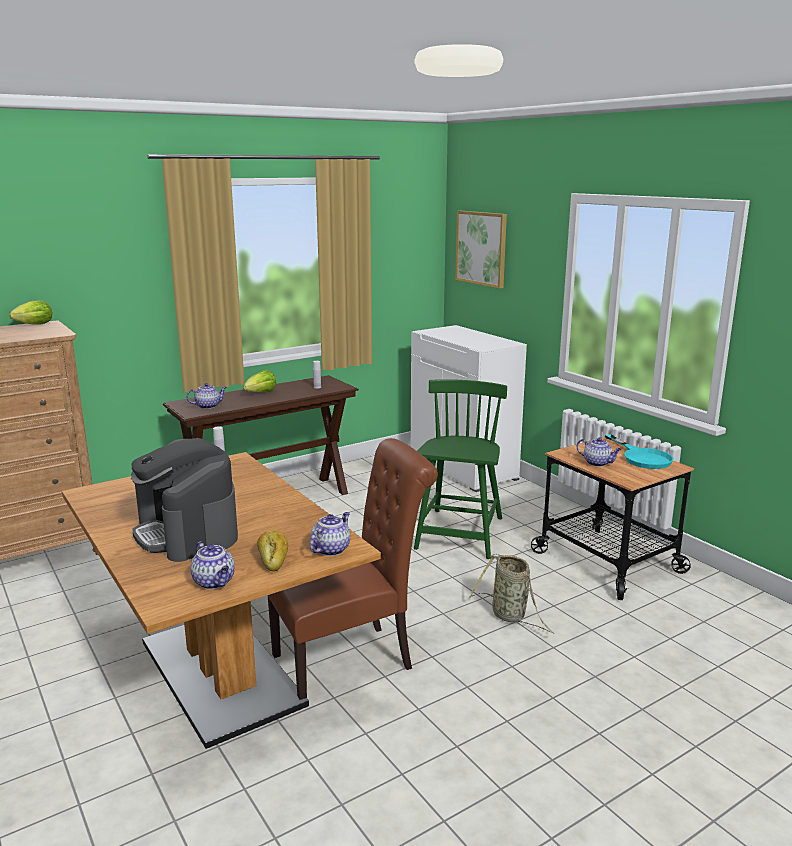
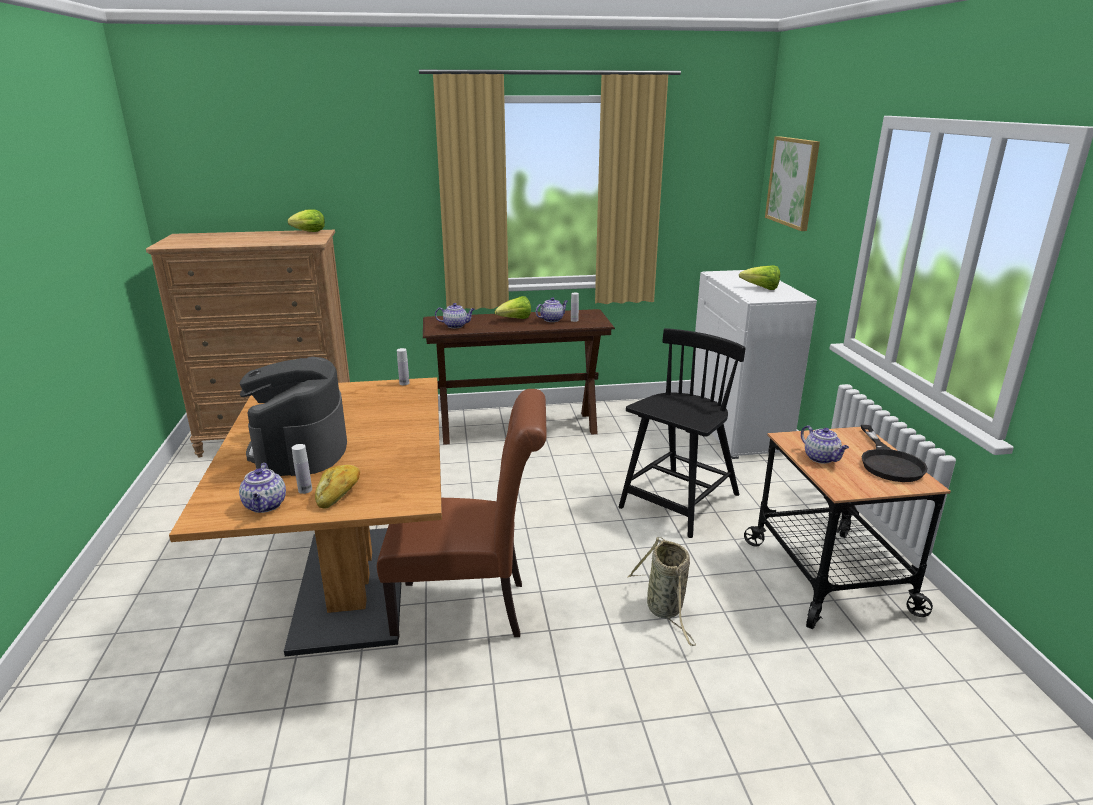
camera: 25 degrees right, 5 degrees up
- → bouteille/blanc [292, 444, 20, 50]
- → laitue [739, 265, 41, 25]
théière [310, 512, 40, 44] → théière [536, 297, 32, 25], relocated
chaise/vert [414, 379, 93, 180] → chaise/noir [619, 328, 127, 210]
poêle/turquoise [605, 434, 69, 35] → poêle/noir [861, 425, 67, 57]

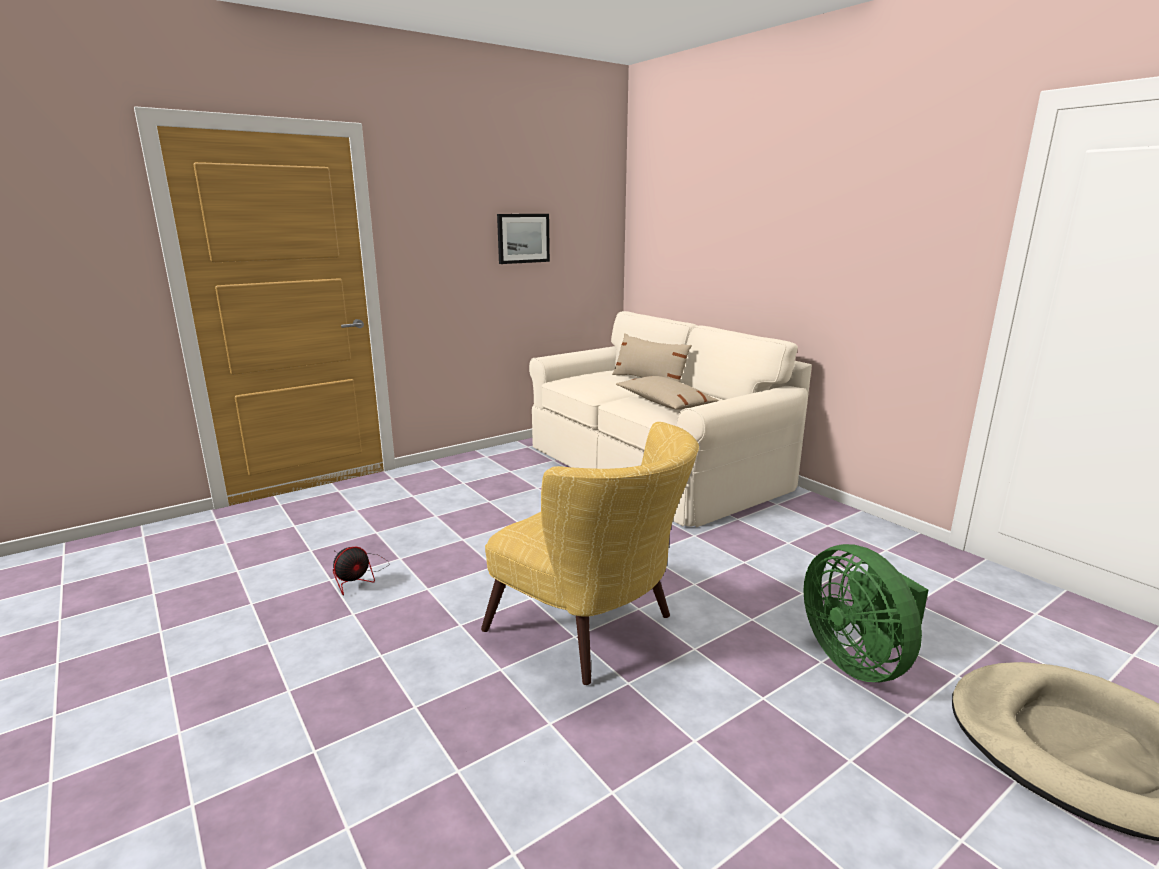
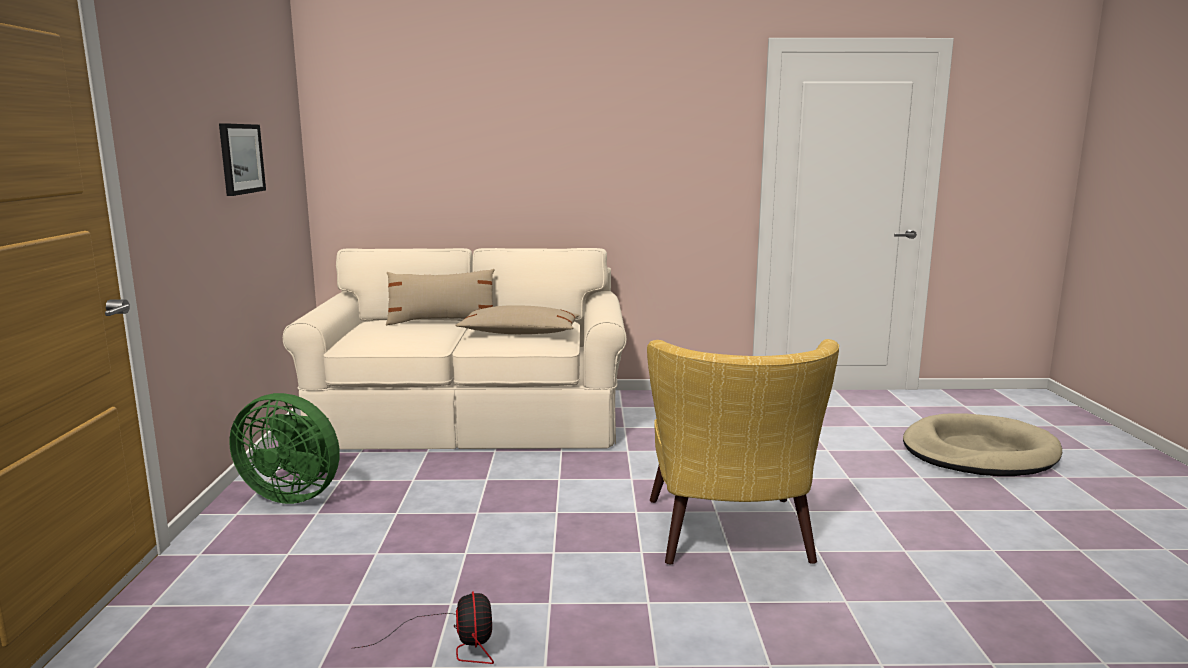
camera: 55 degrees left, 5 degrees down
ventilateur/vert [803, 544, 125, 138] → ventilateur/vert [229, 393, 111, 111], relocated
fauteuil/jaune [481, 422, 218, 263] → fauteuil/jaune [647, 339, 192, 226], 105 degrees clockwise

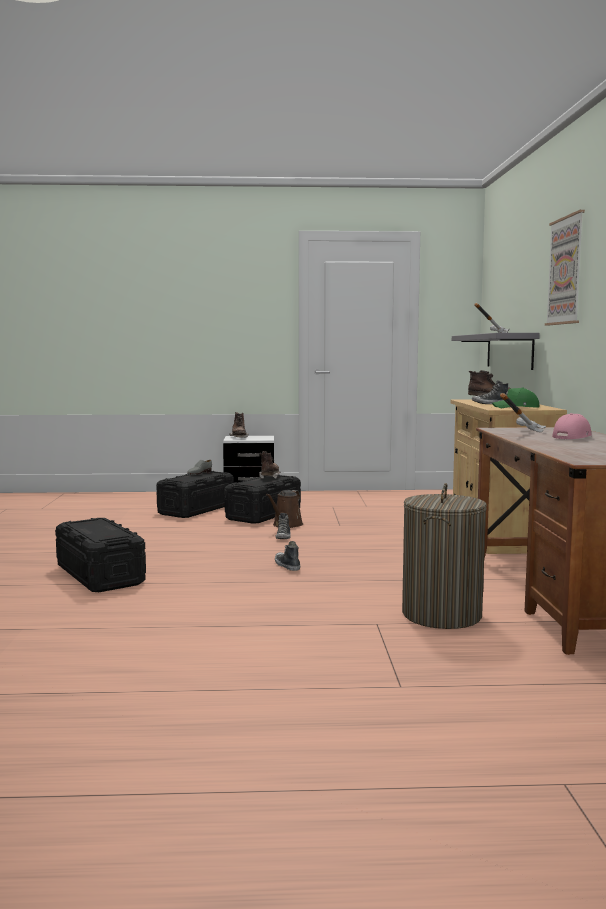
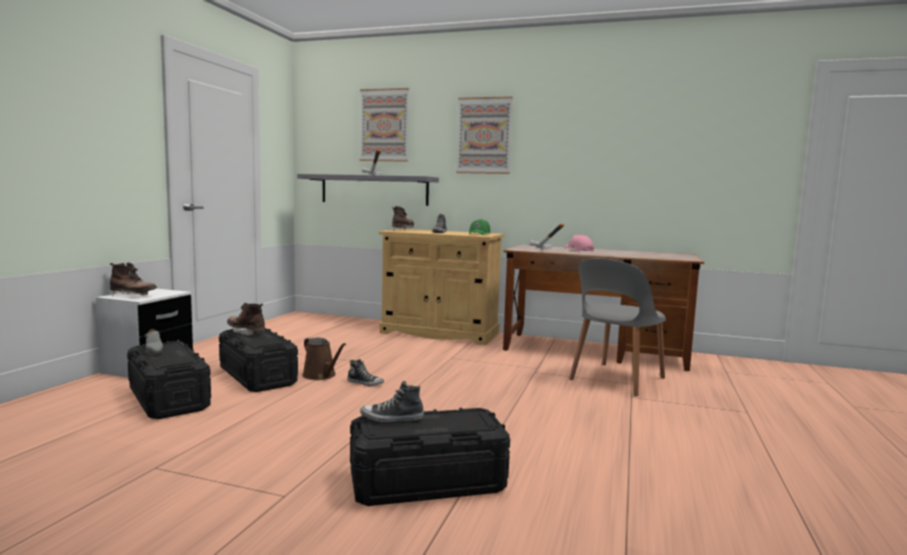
camera: 70 degrees left, 0 degrees up
- → tableau [359, 88, 51, 74]
chaussure [275, 541, 25, 30] → chaussure [360, 381, 64, 41], relocated
panier à linge [402, 483, 85, 146] → chaise/gris [569, 258, 97, 138]

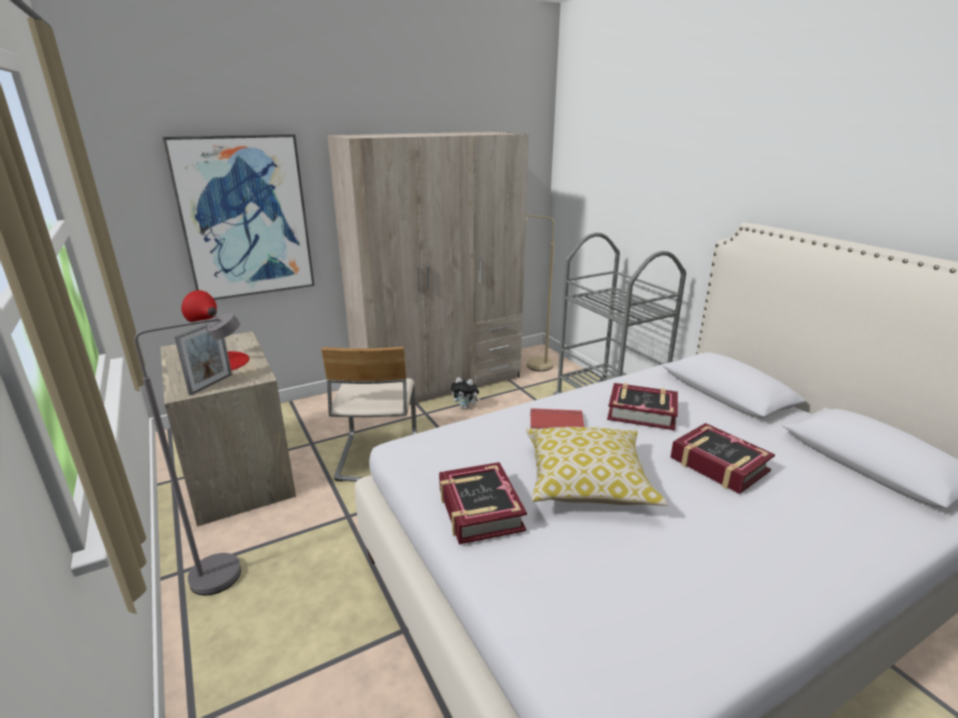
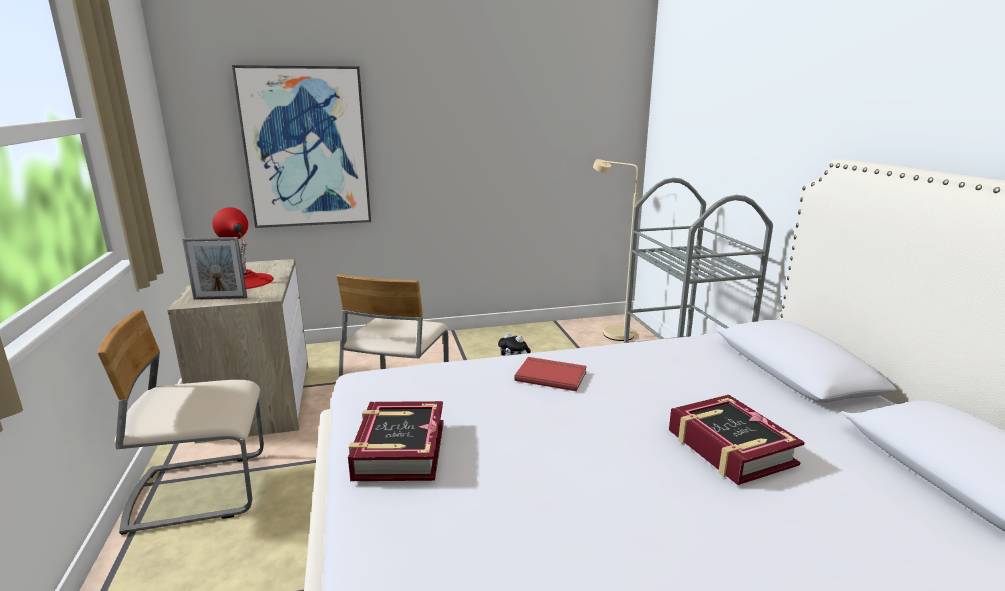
camera: 15 degrees right, 5 degrees down
armoire/beige [327, 131, 202, 274] → -
coussin [526, 427, 142, 79] → -
livre [607, 383, 71, 47] → -
lampadaire/gris [134, 313, 107, 282] → chaise/beige [97, 310, 167, 225]
cadre photo [174, 322, 58, 74] → cadre photo [182, 237, 65, 63], 45 degrees clockwise

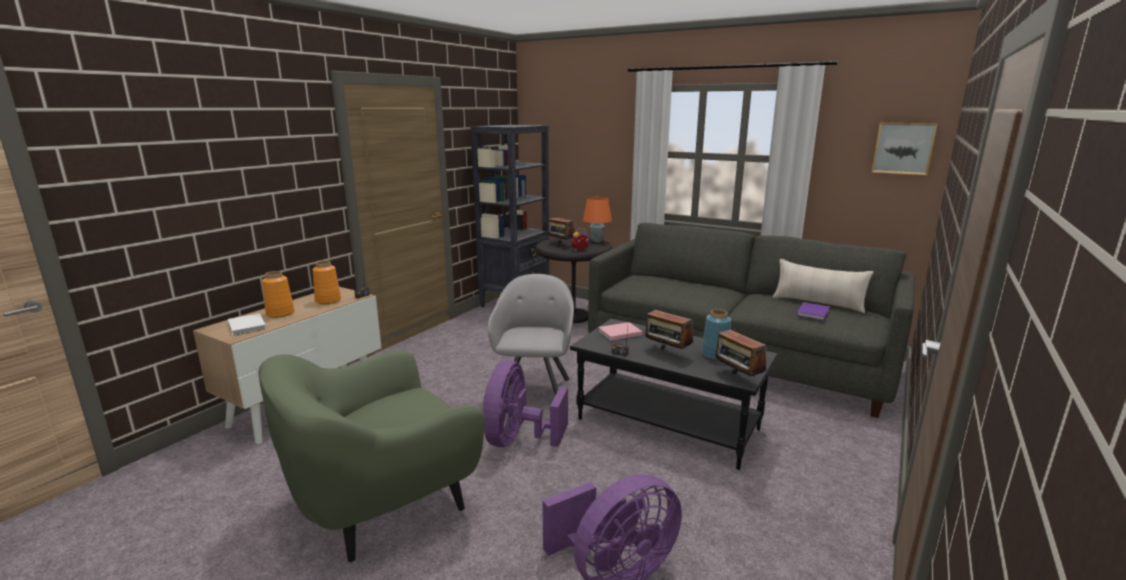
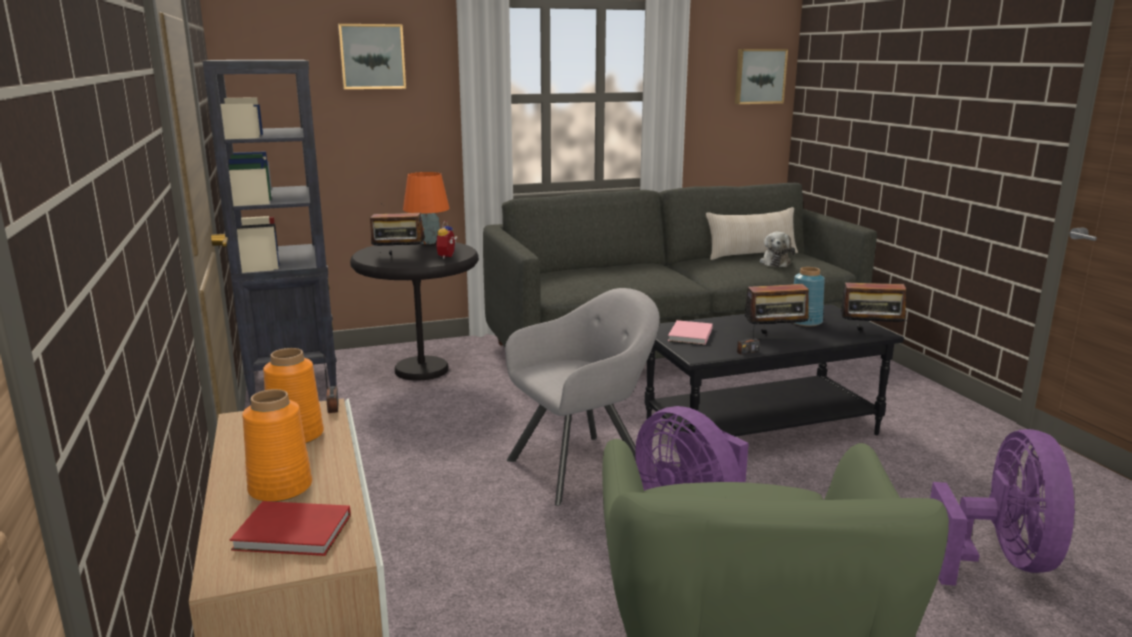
camera: 50 degrees left, 0 degrees up
- → tableau [338, 24, 68, 65]
livre/violet [796, 302, 34, 19] → peluche [759, 231, 36, 36]
livre/blanc [228, 313, 38, 22] → livre/rouge [230, 501, 121, 55]
fauteuil/gris [488, 274, 86, 135] → fauteuil/gris [505, 288, 155, 218], 105 degrees clockwise

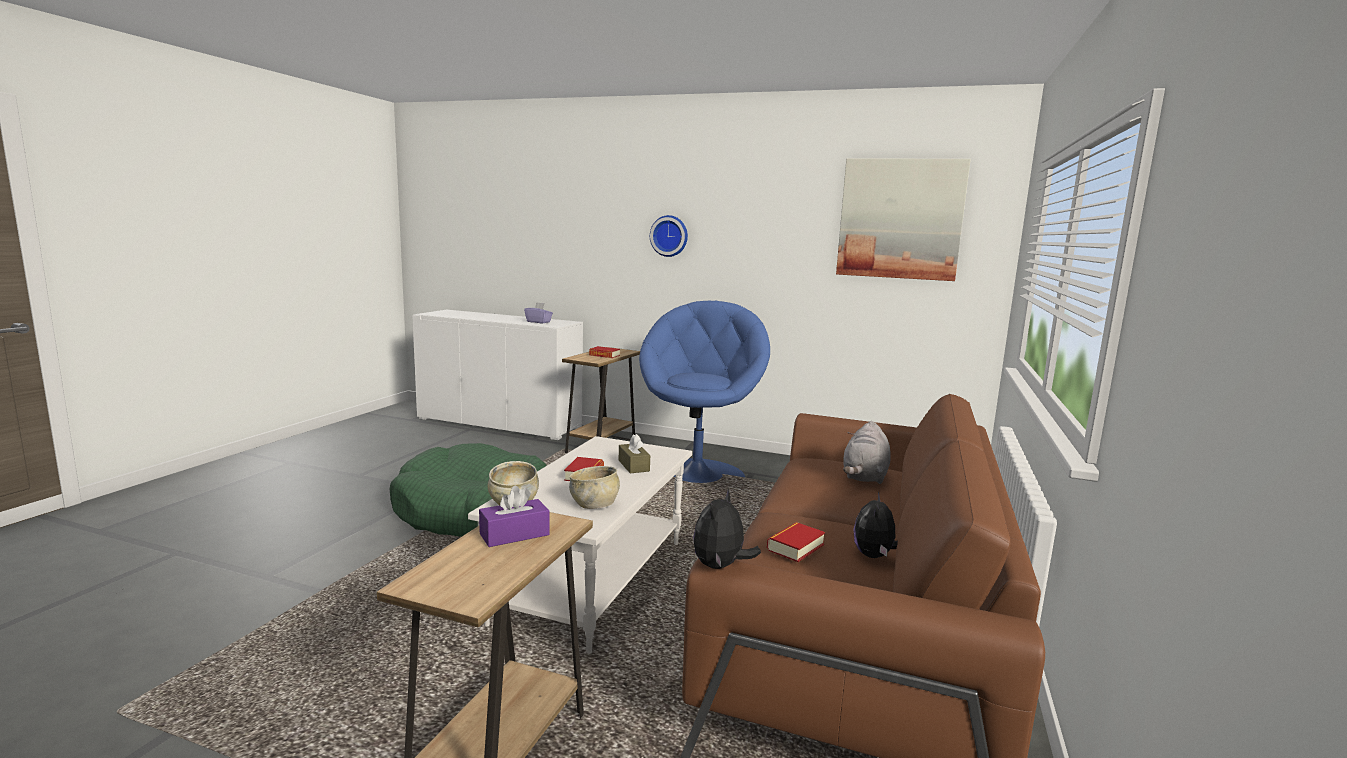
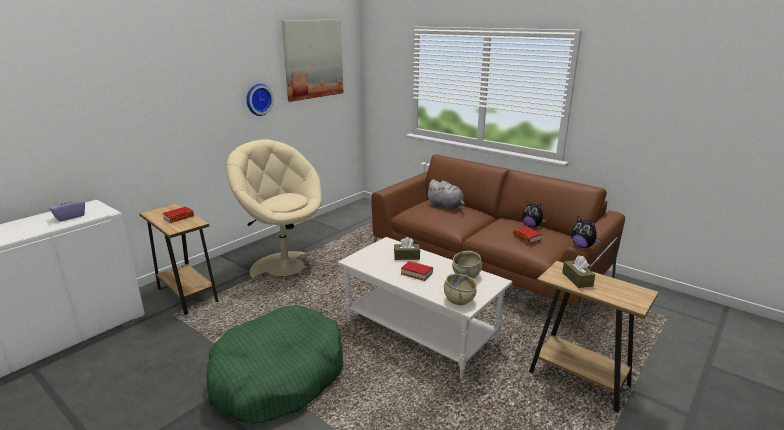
camera: 70 degrees left, 10 degrees up
horloge murale [650, 215, 38, 42] → horloge murale [247, 84, 27, 32], relocated
boîte à mouchoirs/violet [479, 486, 70, 61] → boîte à mouchoirs/marron [562, 255, 33, 33]
fauteuil/bleu [639, 301, 131, 182] → fauteuil/beige [227, 139, 95, 139]

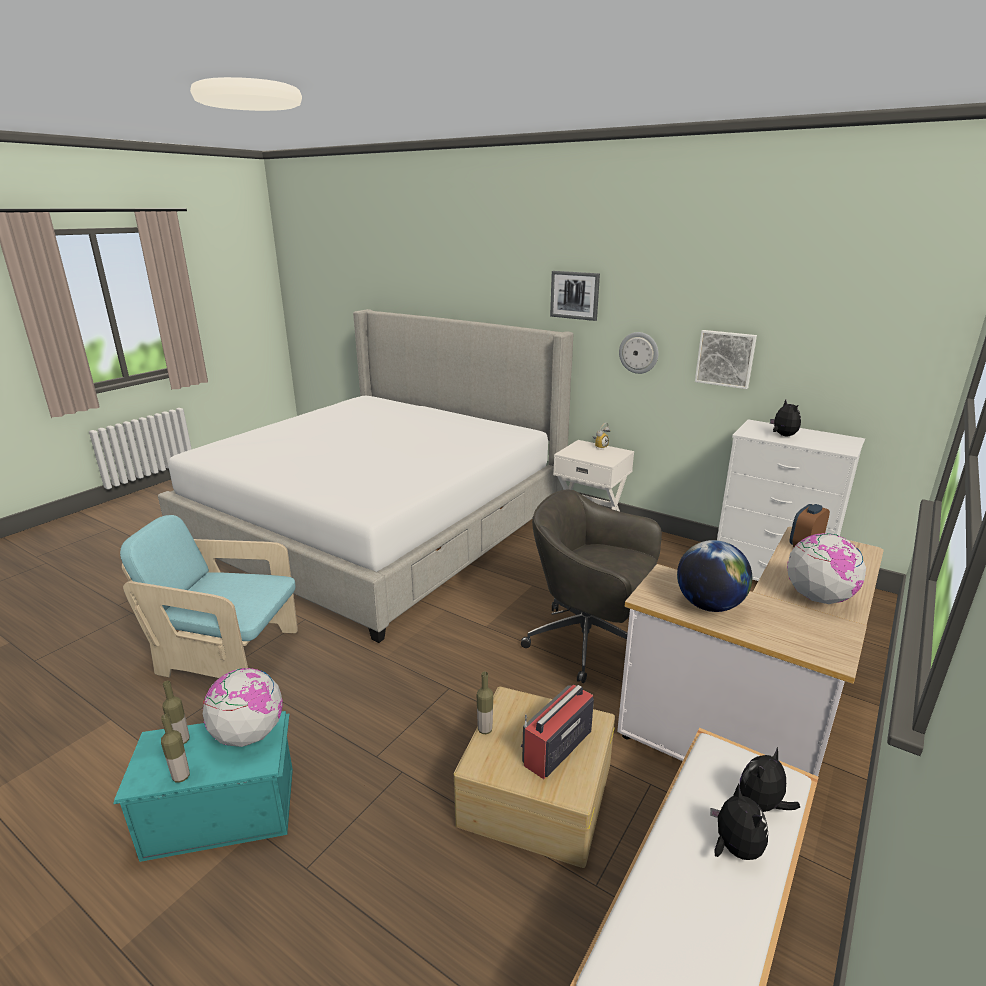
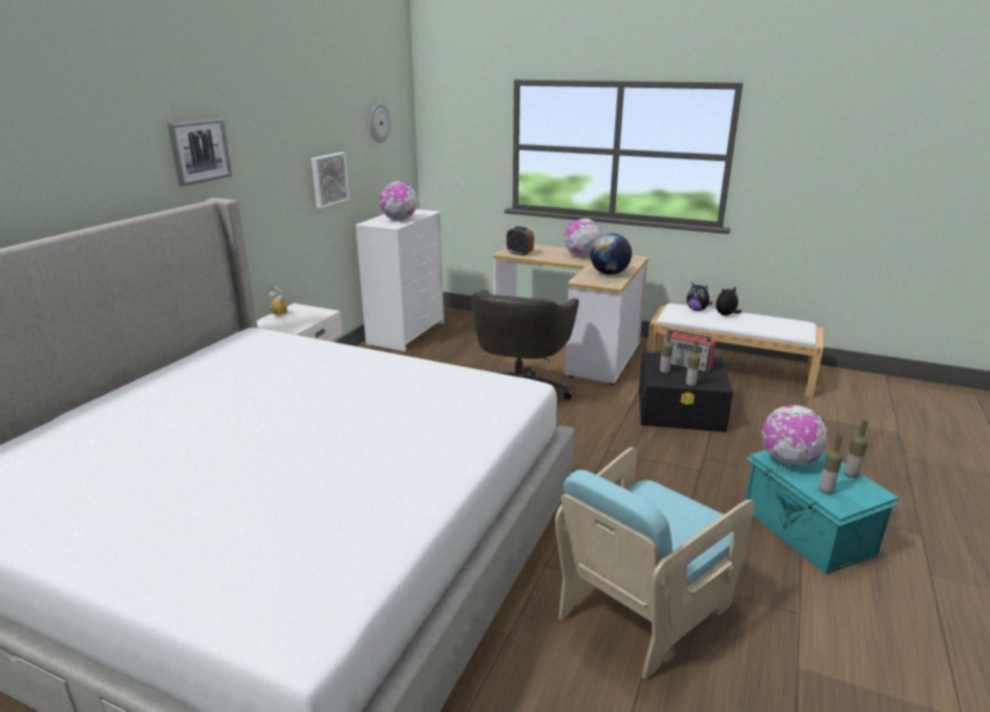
camera: 100 degrees left, 0 degrees up
- → bouteille [660, 330, 13, 43]
horloge murale [619, 332, 39, 42] → horloge murale [370, 104, 21, 39], relocated
peluche [770, 400, 31, 36] → globe [379, 182, 38, 38]
boîte de rangement/beige [454, 687, 161, 181] → boîte de rangement/noir [639, 352, 94, 80]
fauteuil/turquoise [120, 515, 178, 163] → fauteuil/turquoise [555, 447, 200, 233], 45 degrees clockwise

